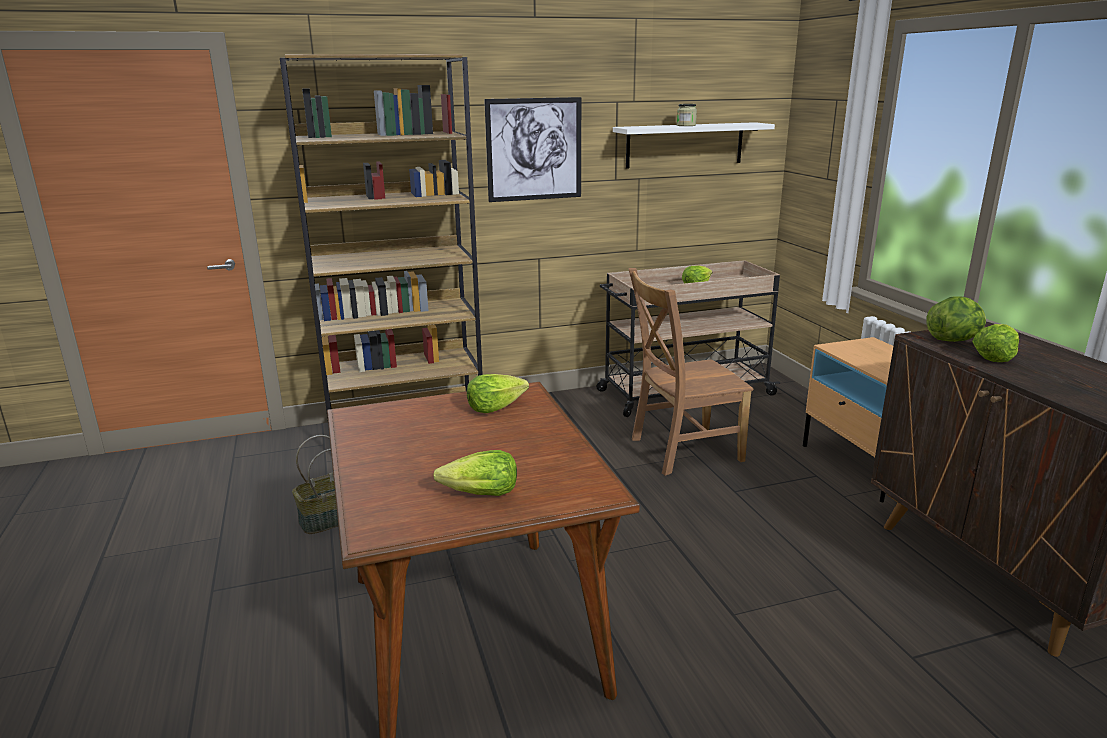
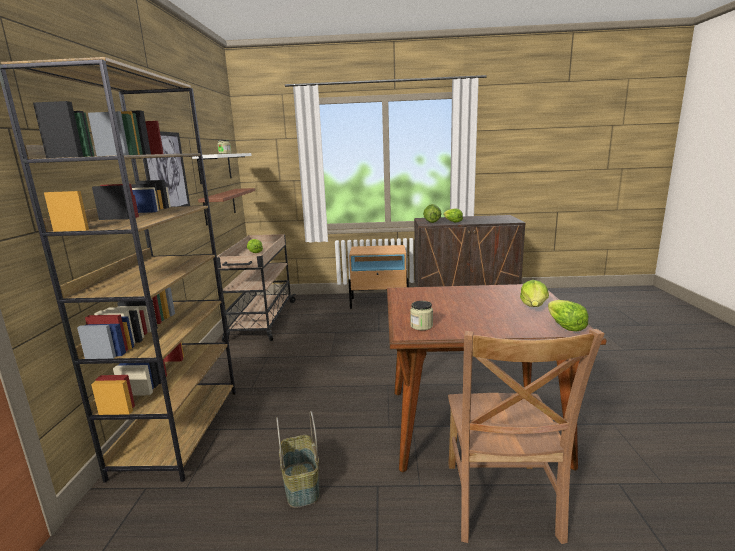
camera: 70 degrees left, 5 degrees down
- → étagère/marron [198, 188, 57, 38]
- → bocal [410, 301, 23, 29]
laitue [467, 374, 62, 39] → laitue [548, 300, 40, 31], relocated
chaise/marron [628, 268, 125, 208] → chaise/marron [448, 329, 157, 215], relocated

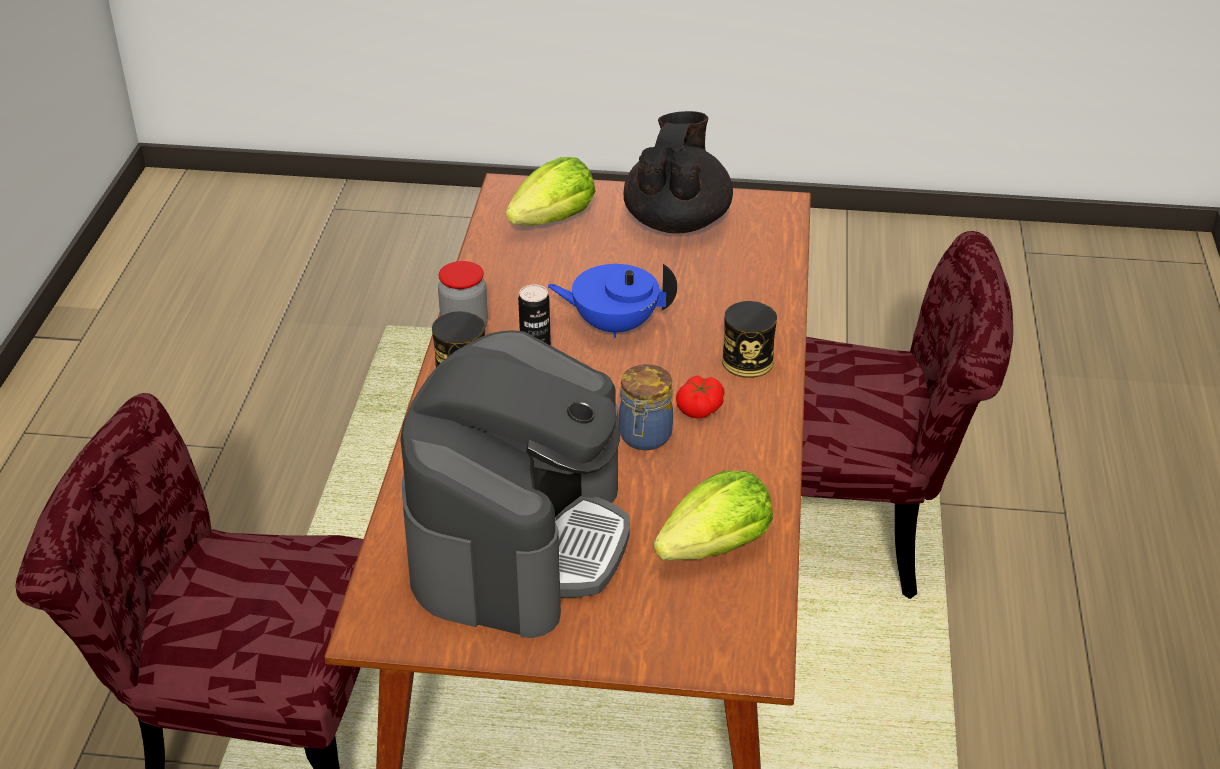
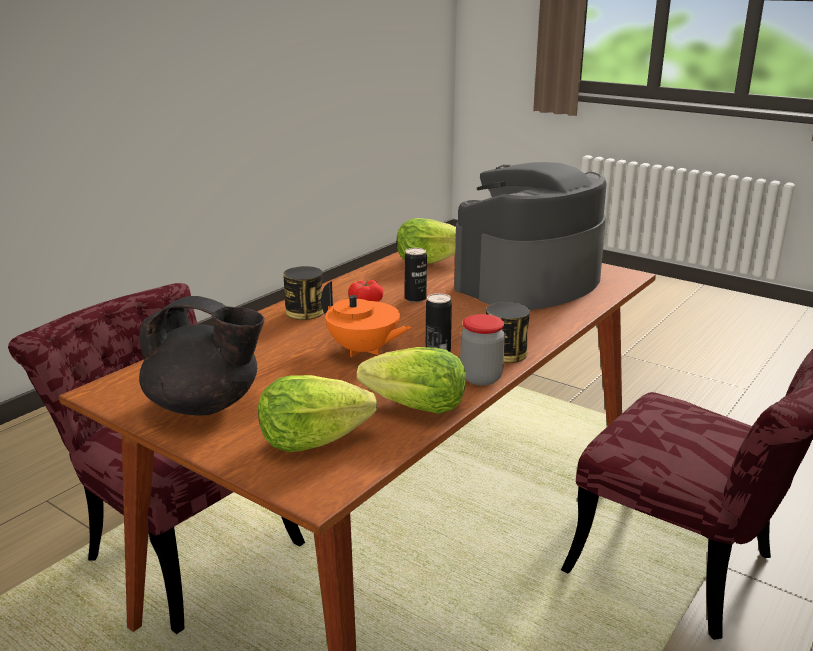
camera: 150 degrees left, 15 degrees down
- → laitue [357, 347, 109, 67]
bocal [619, 364, 54, 86] → boîte métallique [405, 248, 22, 54]
théière/bleu [547, 264, 130, 74] → théière/orange [321, 281, 90, 76]
théière/noir [624, 111, 109, 122] → théière/noir [139, 296, 125, 119], 120 degrees counterclockwise

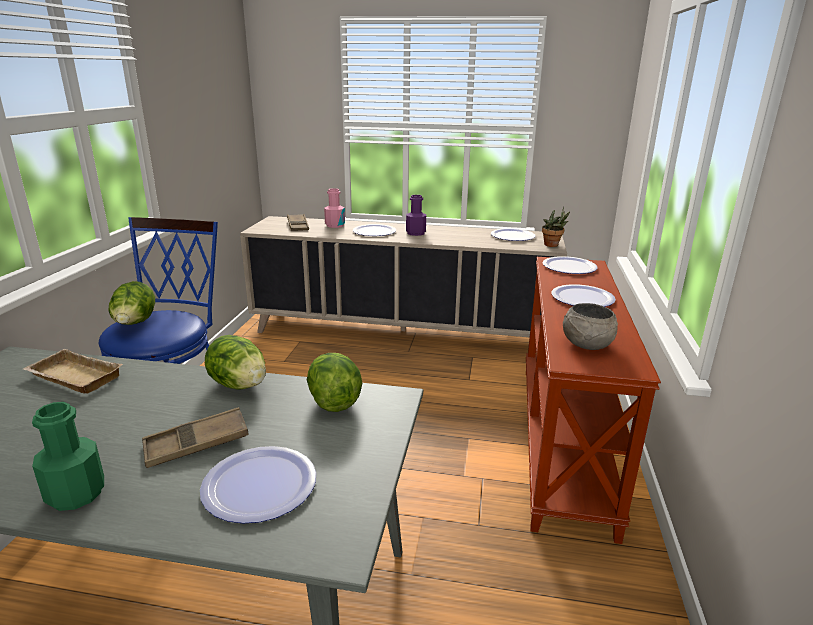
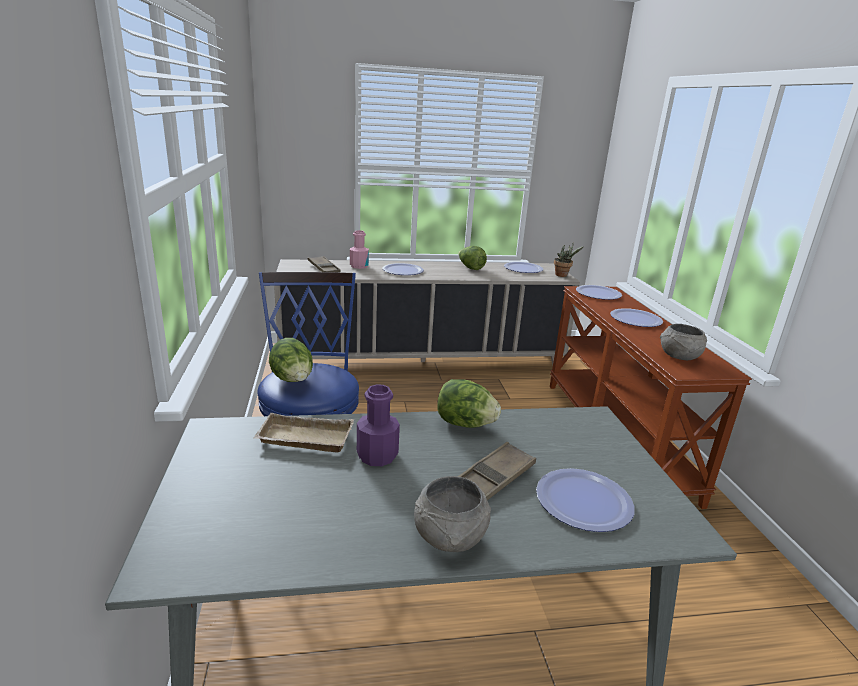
camera: 20 degrees left, 0 degrees up
laitue [307, 353, 55, 59] → laitue [458, 246, 29, 24], relocated
bouteille/violet [406, 195, 20, 41] → bouteille/violet [357, 384, 43, 82], relocated
bouteille/vert [32, 402, 72, 109] → bol/gris [414, 476, 77, 76]

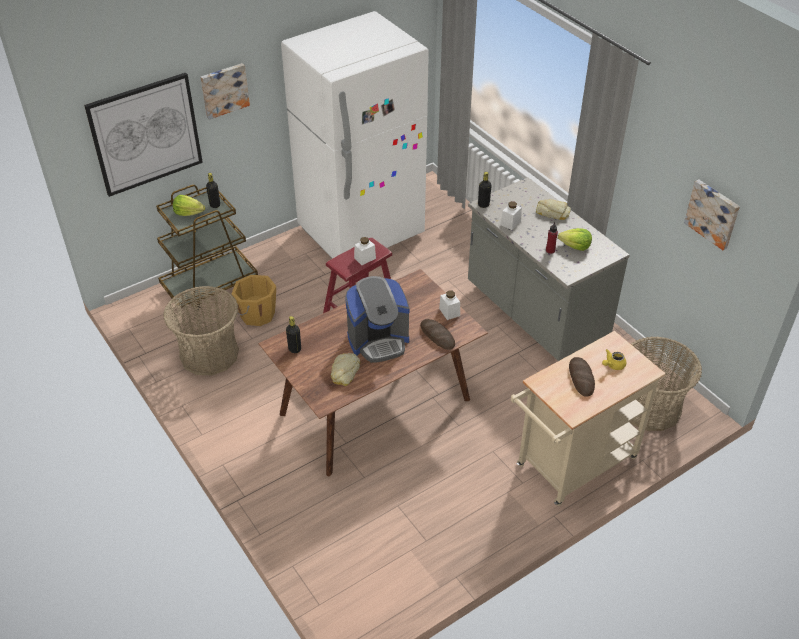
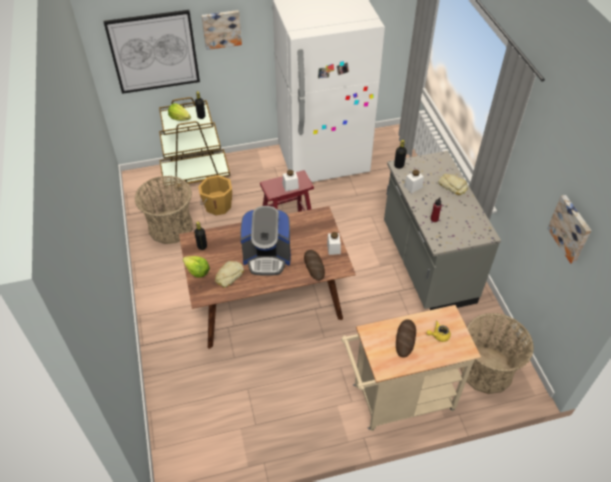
camera: 20 degrees right, 5 degrees up
laitue [558, 228, 34, 23] → laitue [182, 256, 28, 22], relocated

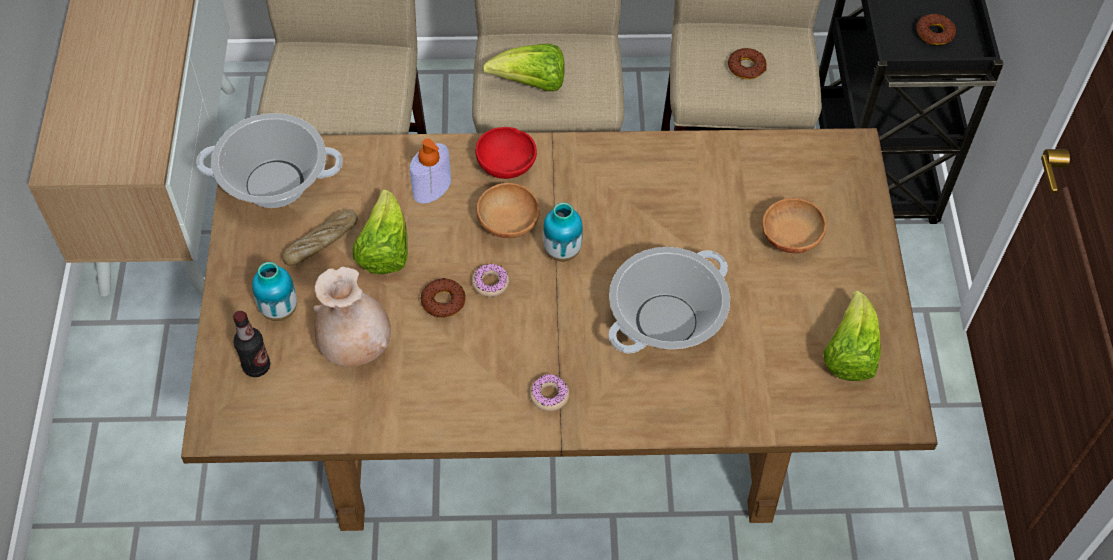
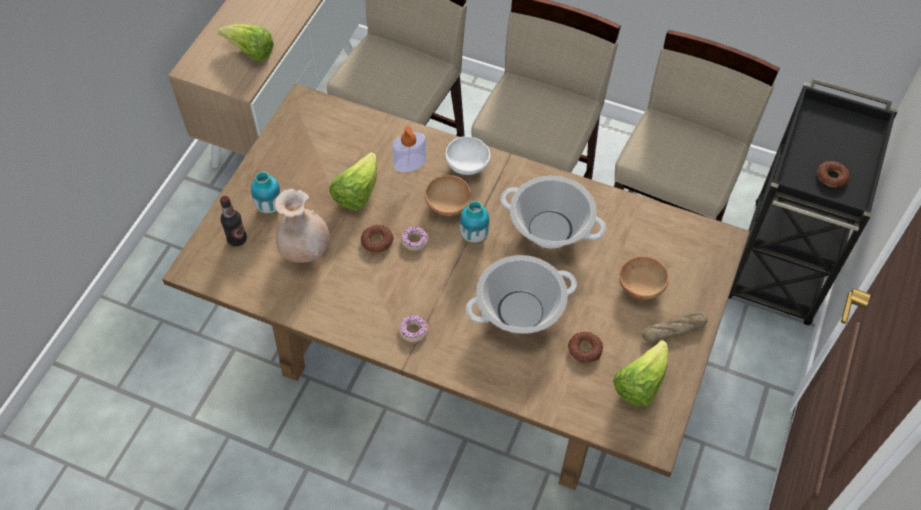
camera: 25 degrees right, 0 degrees up
marmite [196, 113, 147, 95] → marmite [500, 176, 106, 72], relocated
pain [282, 209, 76, 57] → pain [642, 312, 66, 30], relocated
laitue [483, 43, 81, 48] → laitue [218, 24, 56, 38], relocated
beignet [728, 48, 38, 31] → beignet [568, 332, 35, 31], relocated
bol/rouge [475, 127, 62, 52] → bol/blanc [445, 136, 45, 39]

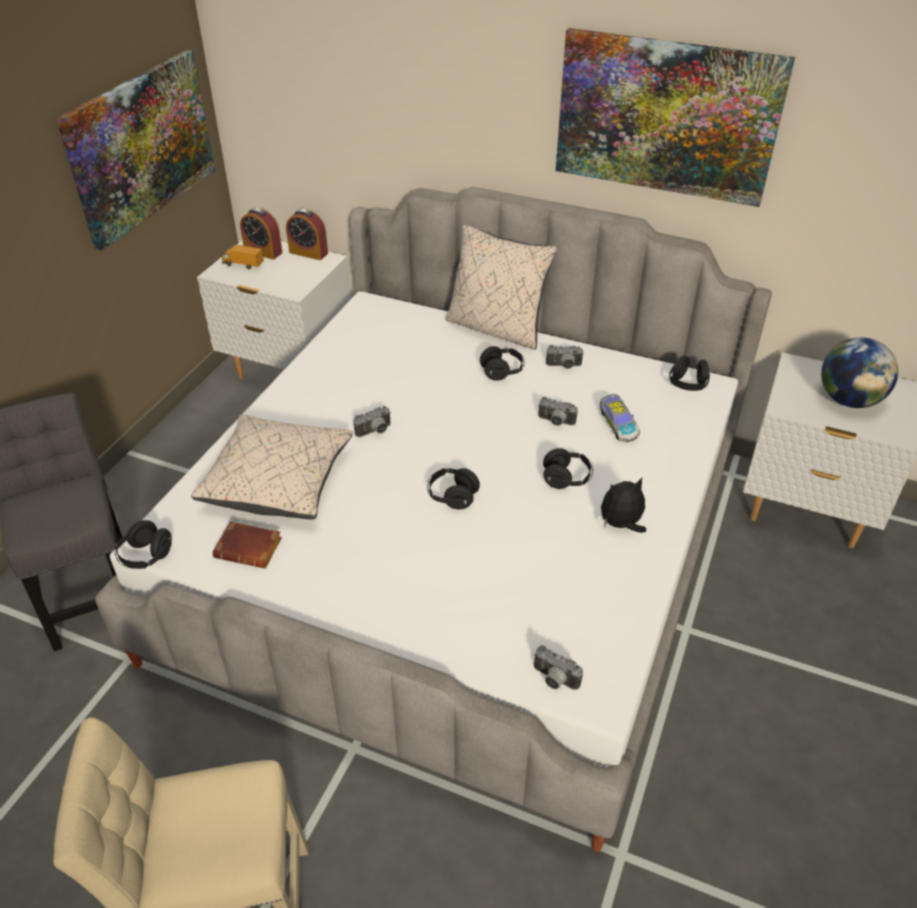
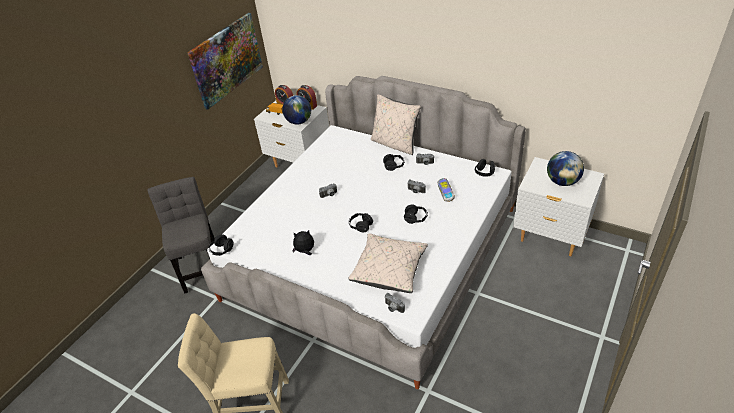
camera: 10 degrees right, 0 degrees up
livre/marron [213, 521, 69, 47] → -
tableau [556, 28, 239, 179] → -
- → globe [282, 95, 29, 29]
coussin/beige [191, 415, 162, 104] → coussin/beige [348, 233, 80, 60], relocated
peluche [601, 478, 45, 55] → peluche [292, 230, 22, 25], relocated

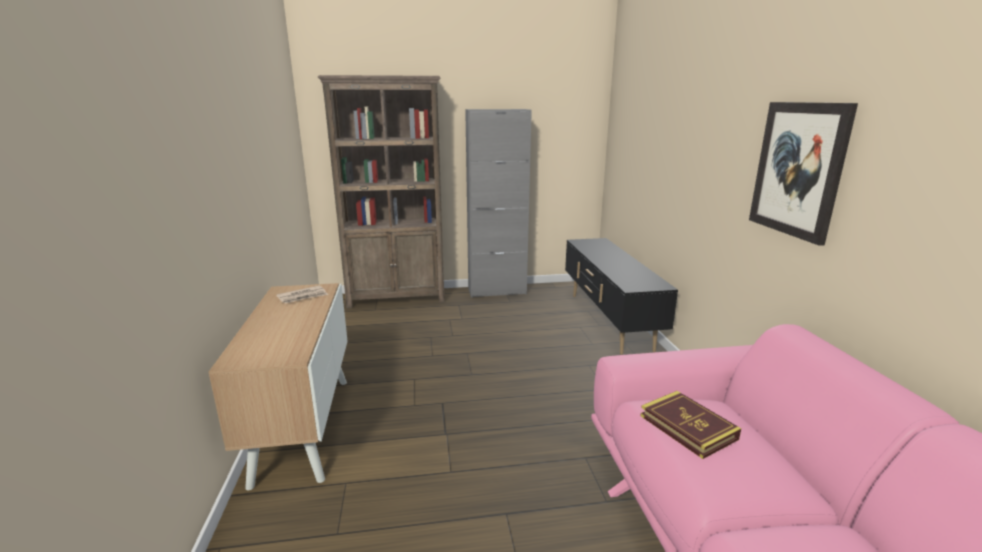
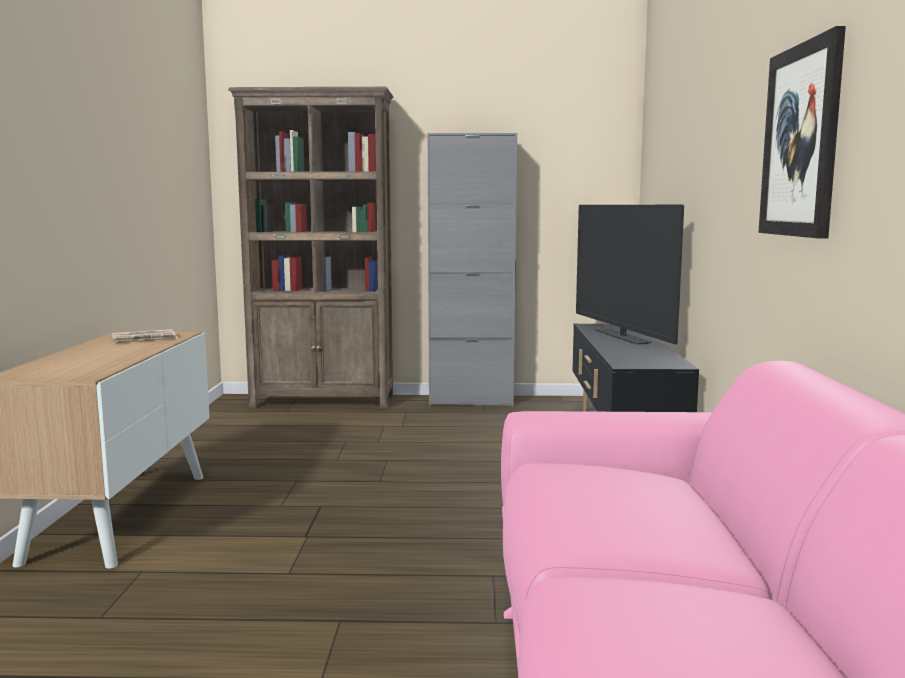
camera: 10 degrees right, 10 degrees down
livre [640, 391, 101, 68] → -
- → téléviseur [576, 205, 108, 139]

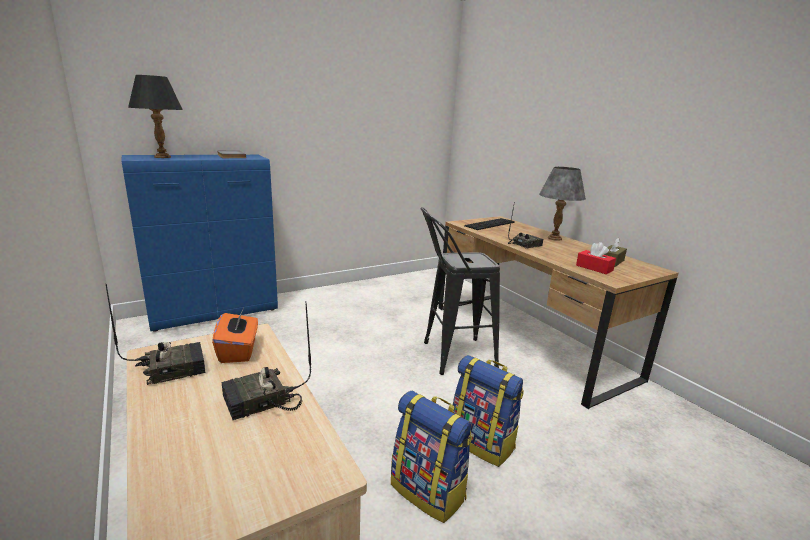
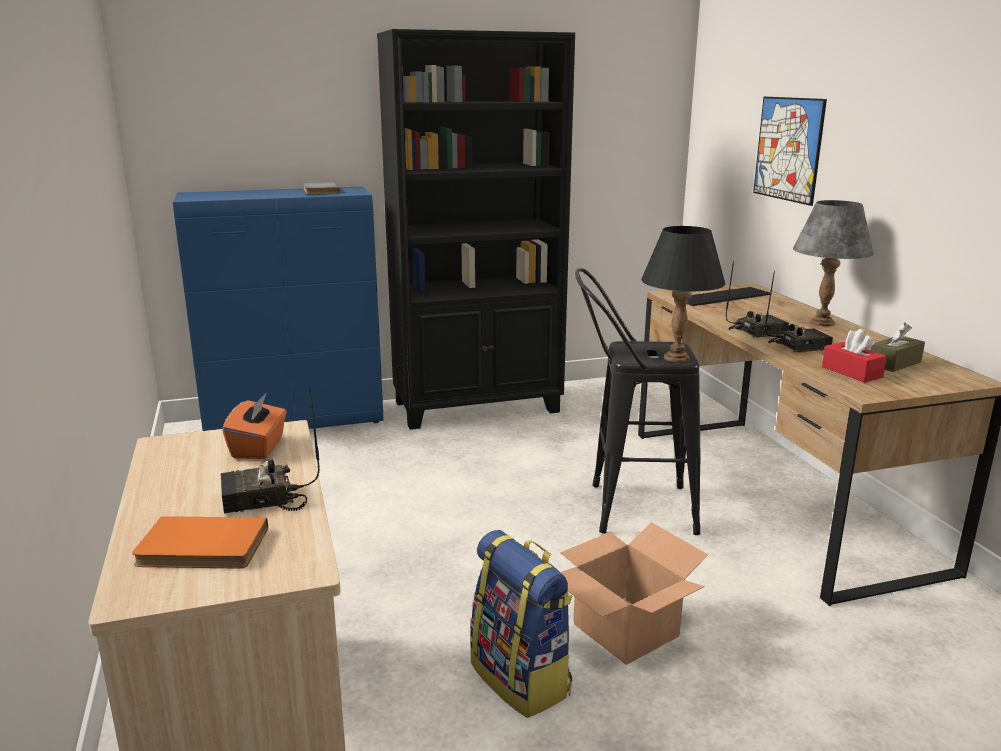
camera: 15 degrees right, 0 degrees up
- → livre/orange [132, 516, 136, 52]
- → bibliothèque/noir [377, 29, 198, 401]
- → tableau [753, 97, 74, 109]
radio [106, 284, 99, 101] → radio [765, 270, 68, 82], relocated
lampe de table/noir [128, 75, 55, 83] → lampe de table/noir [641, 226, 84, 137], relocated
sac à dos [453, 355, 71, 112] → carton [560, 522, 148, 143]

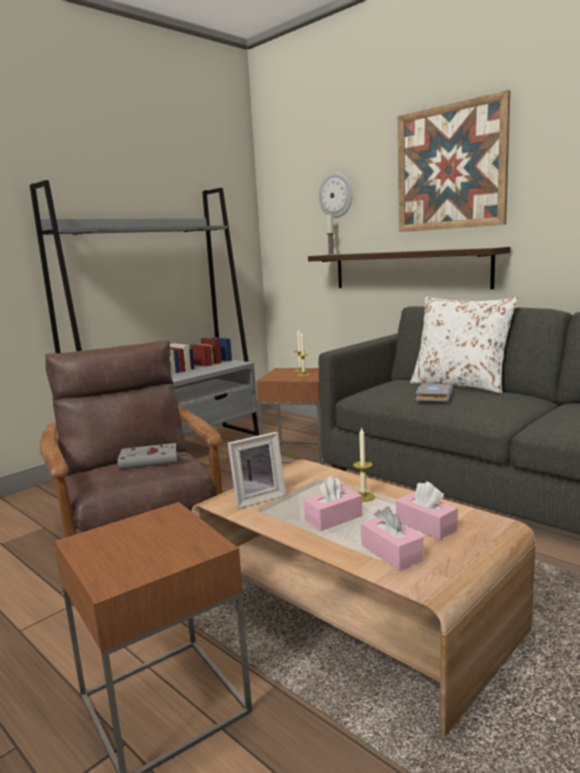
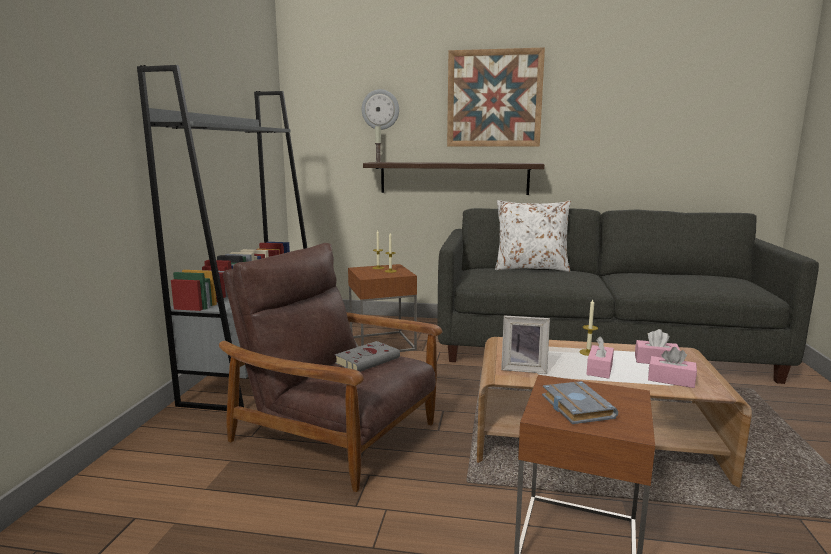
camera: 35 degrees left, 0 degrees up
livre/gris [415, 383, 38, 19] → livre/gris [542, 381, 76, 43], relocated
cadre photo [228, 432, 58, 77] → cadre photo [501, 315, 49, 59], 75 degrees clockwise

